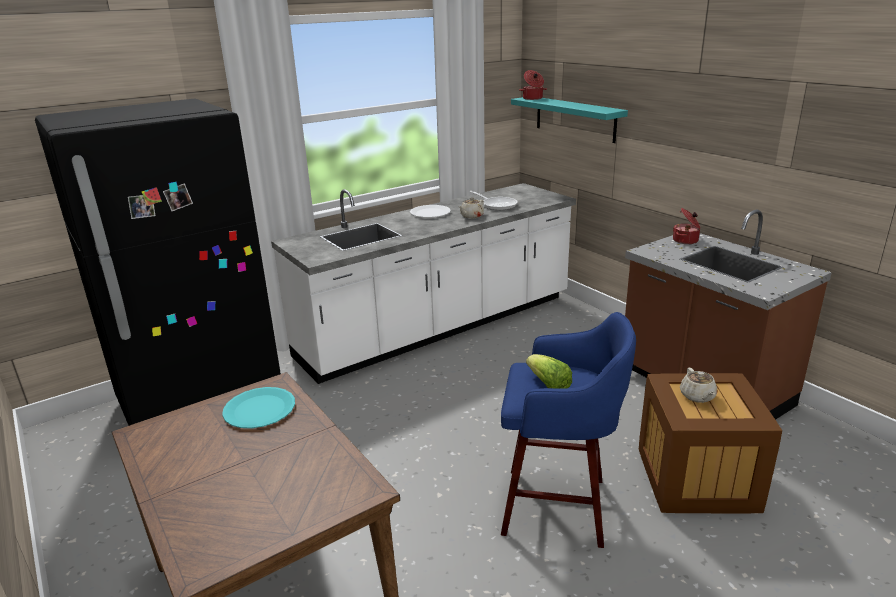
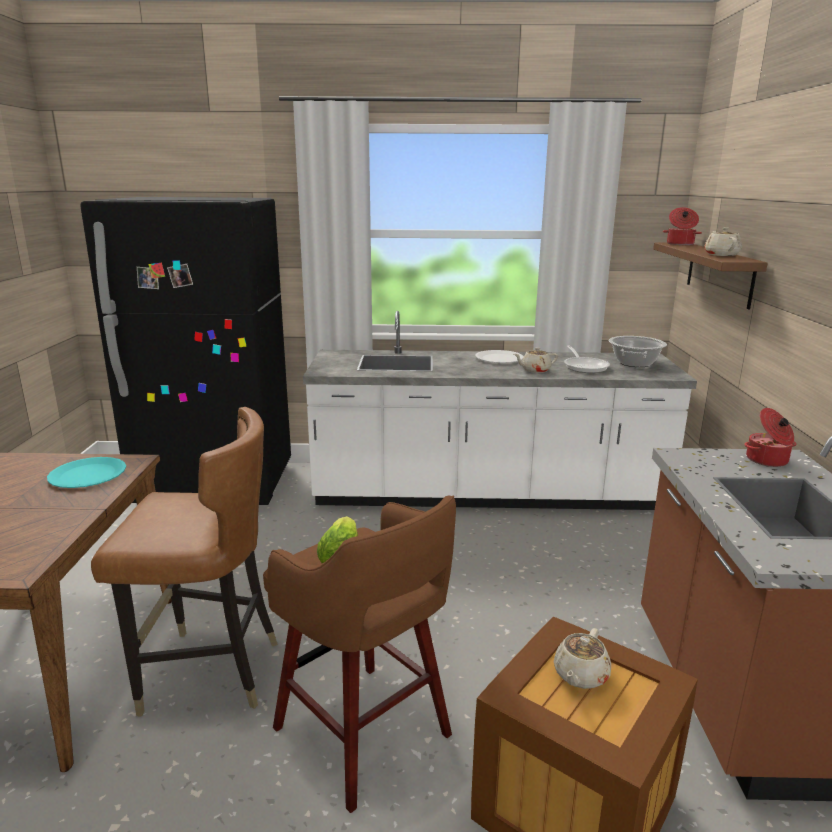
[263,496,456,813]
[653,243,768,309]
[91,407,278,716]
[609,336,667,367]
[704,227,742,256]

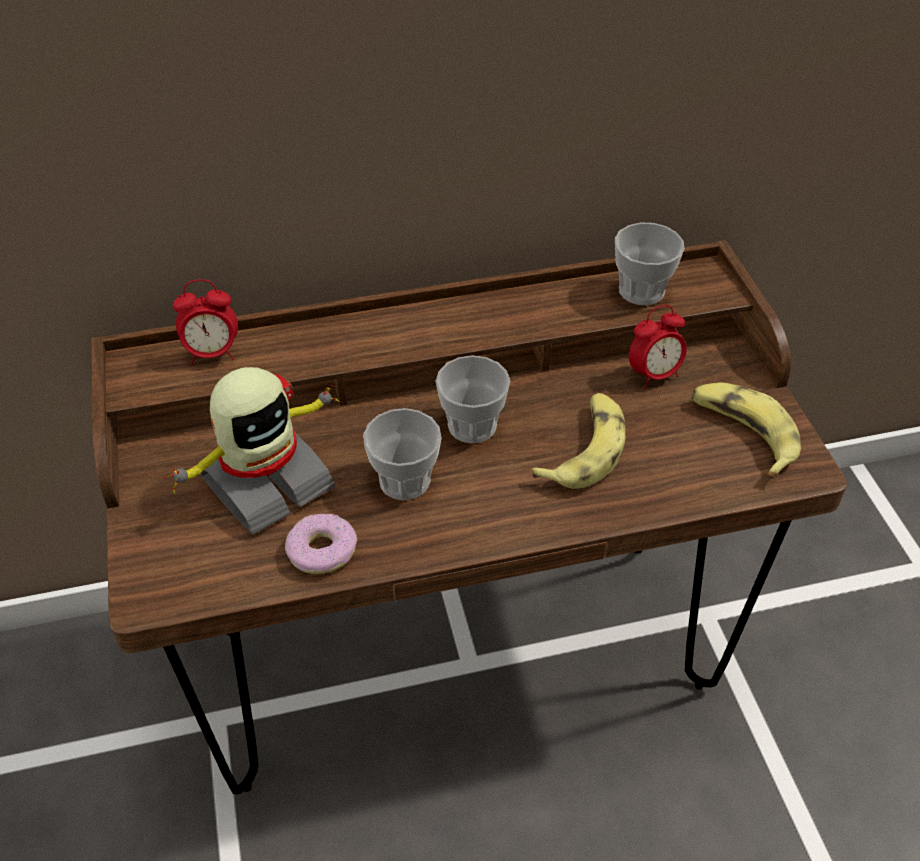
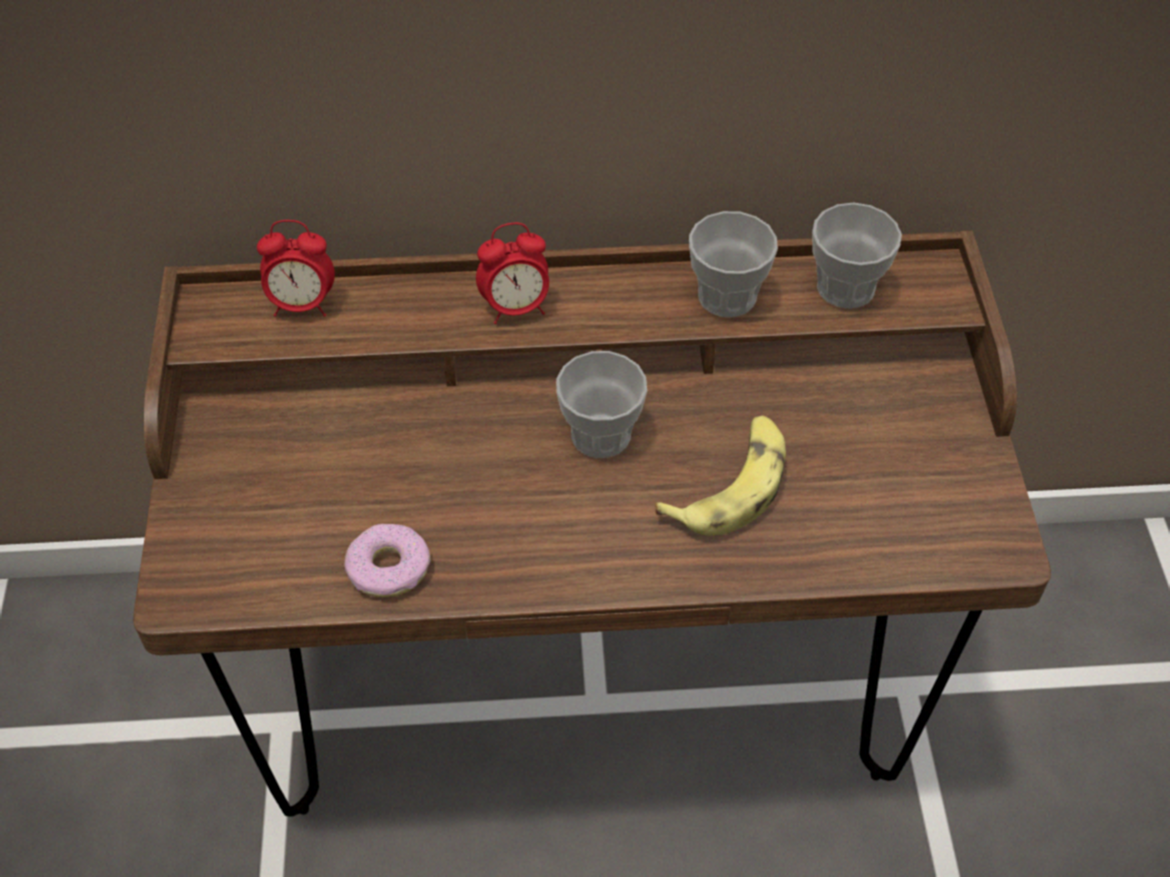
[164,367,340,535] (first image)
[689,211,778,317]
[476,223,549,324]
[691,382,801,478] (first image)

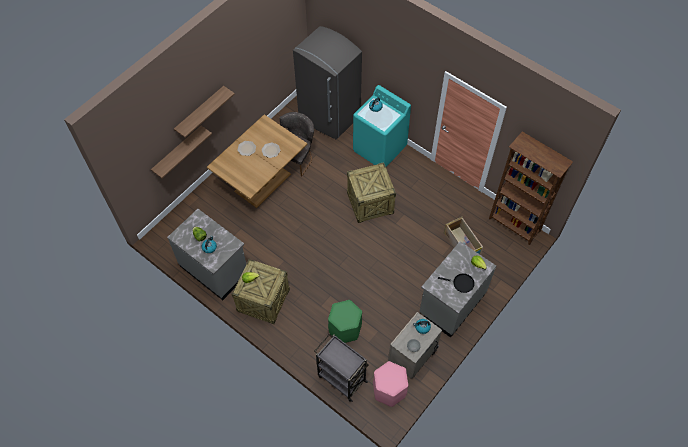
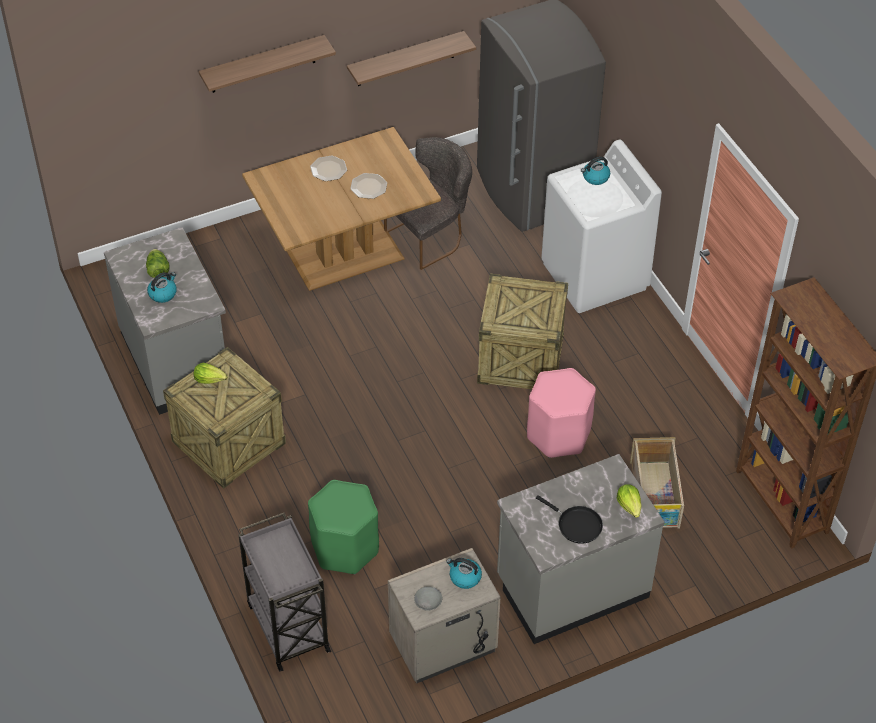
[347,31,476,86]
[541,140,662,313]
[527,368,596,458]

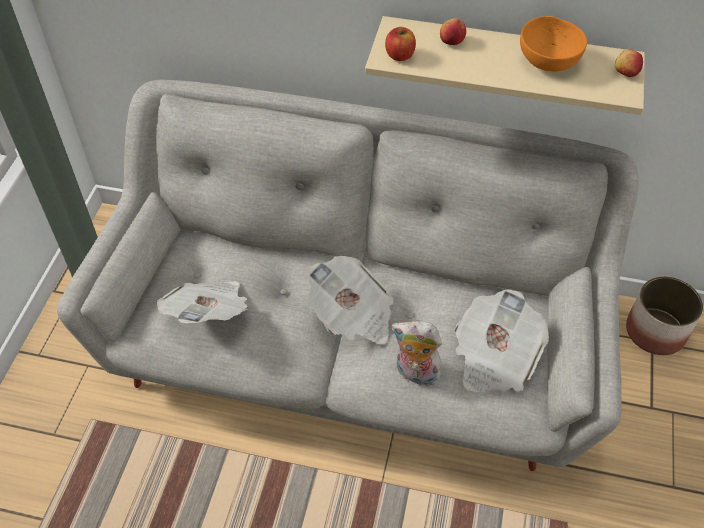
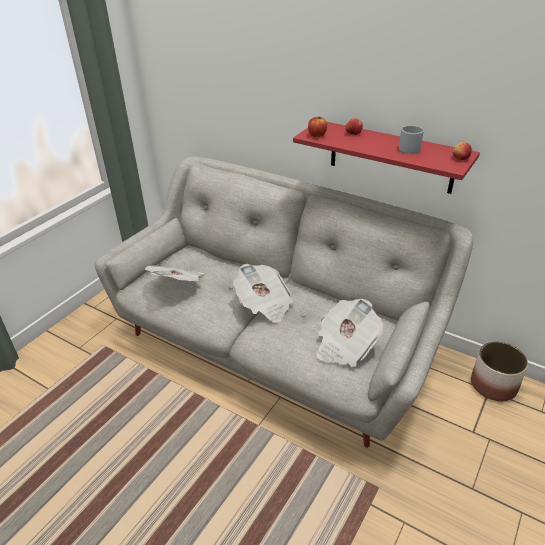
[293,122,480,194]
[392,320,444,386] (first image)
[399,125,424,154]

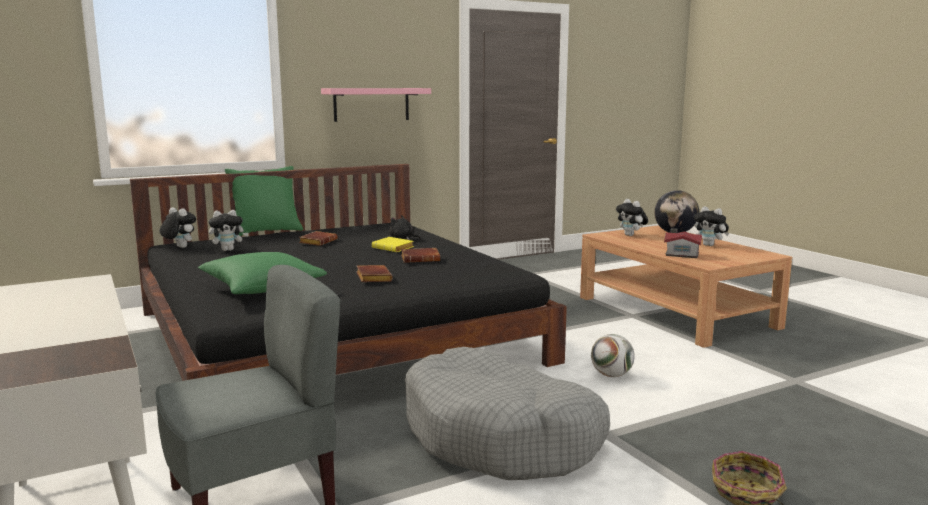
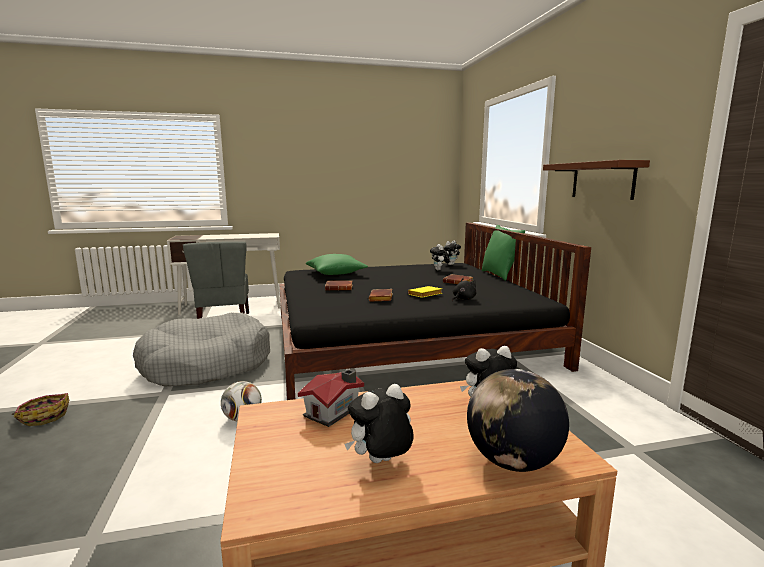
[543,160,650,200]

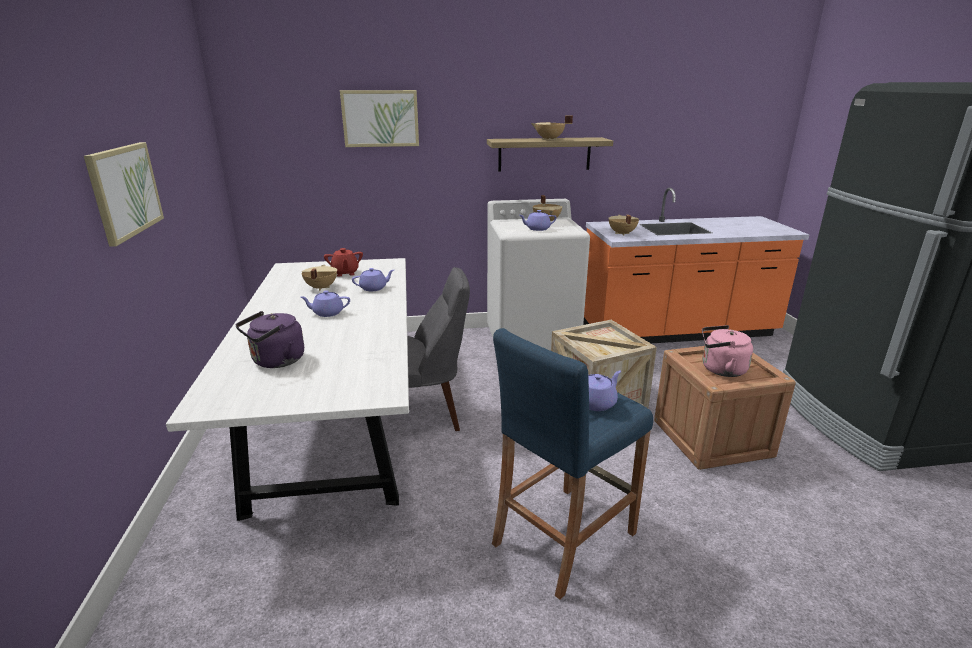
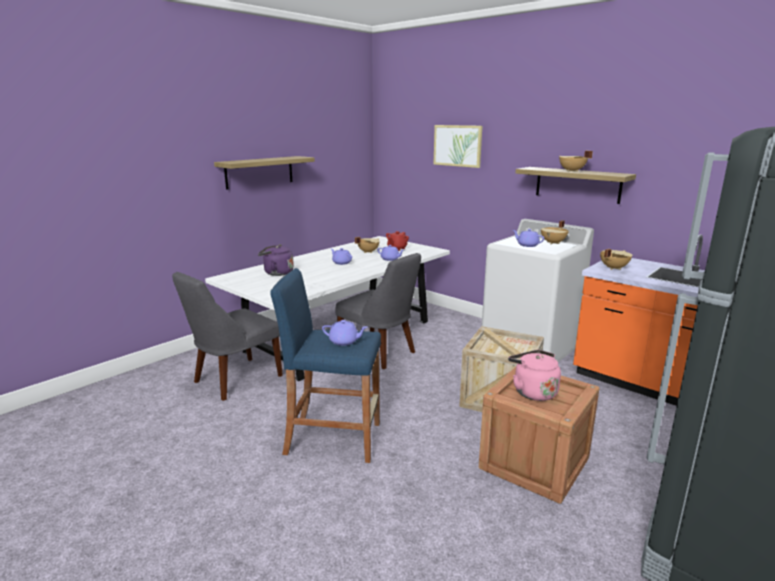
[214,156,315,190]
[172,272,283,401]

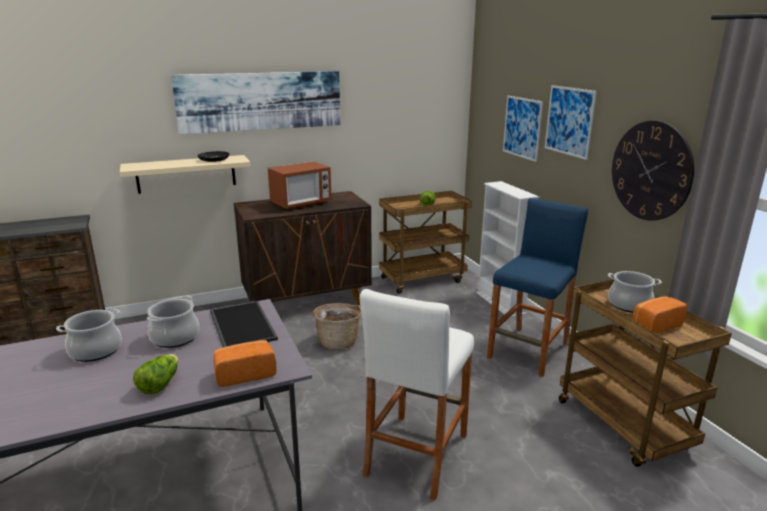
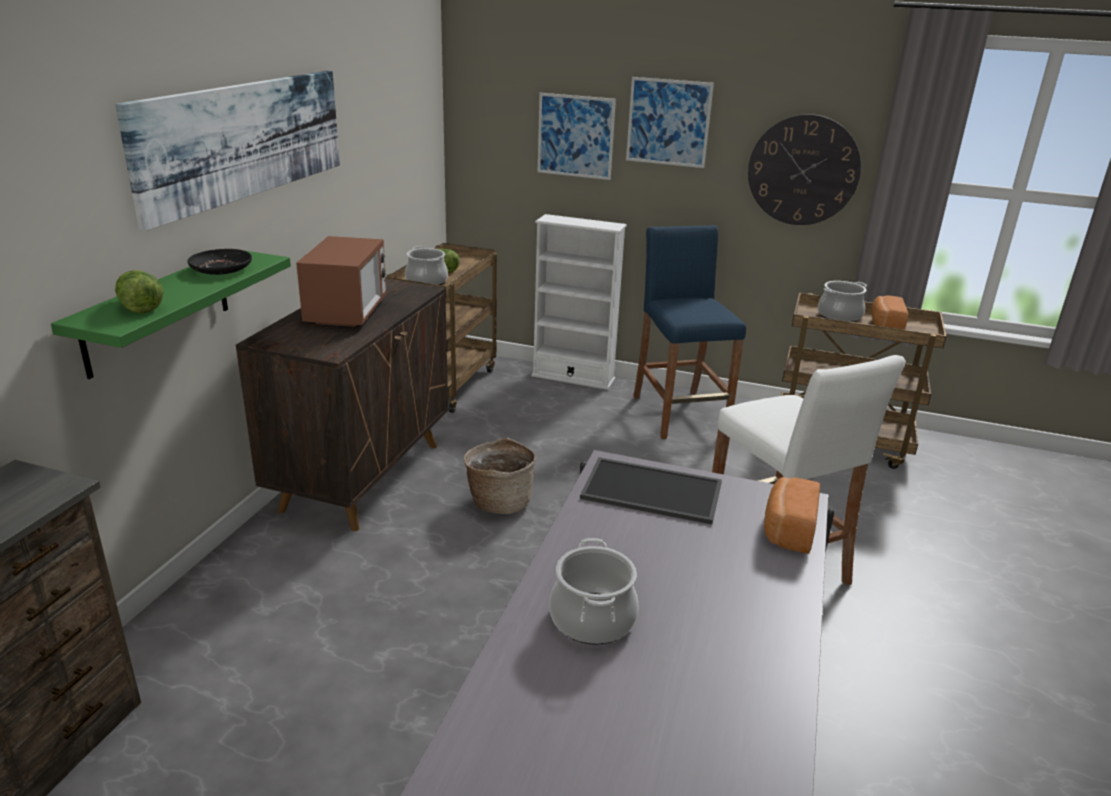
[51,251,291,379]
[115,270,163,314]
[405,246,448,285]

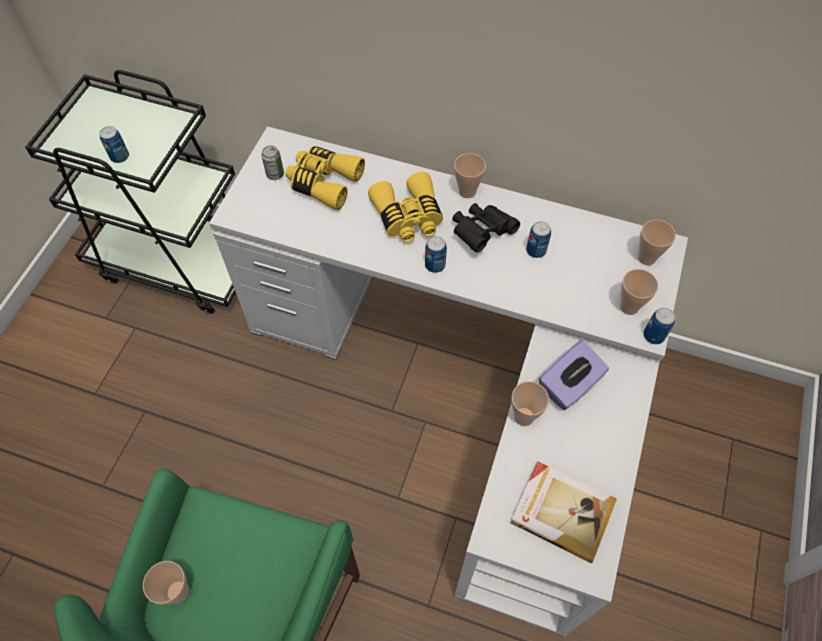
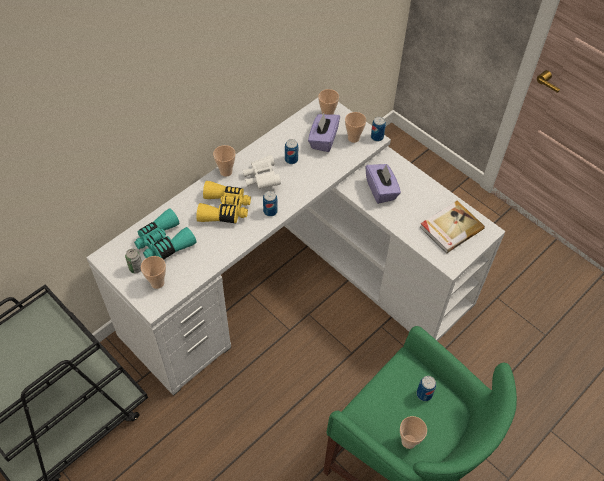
[417,376,436,401]
[134,208,197,260]
[243,155,281,189]
[141,256,166,289]
[308,113,340,152]

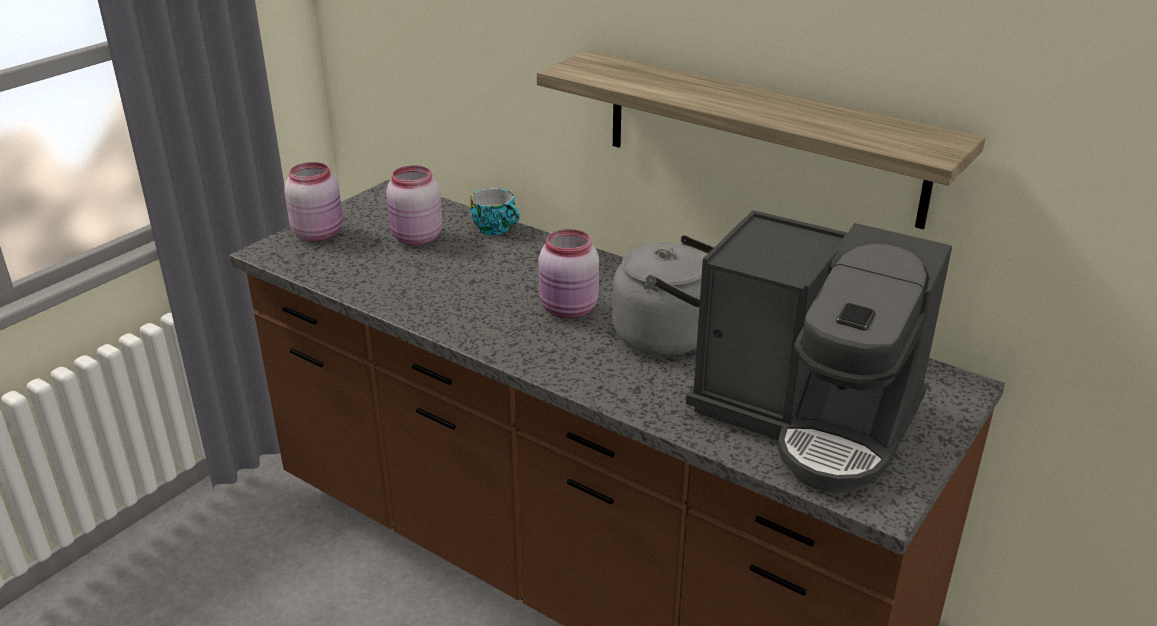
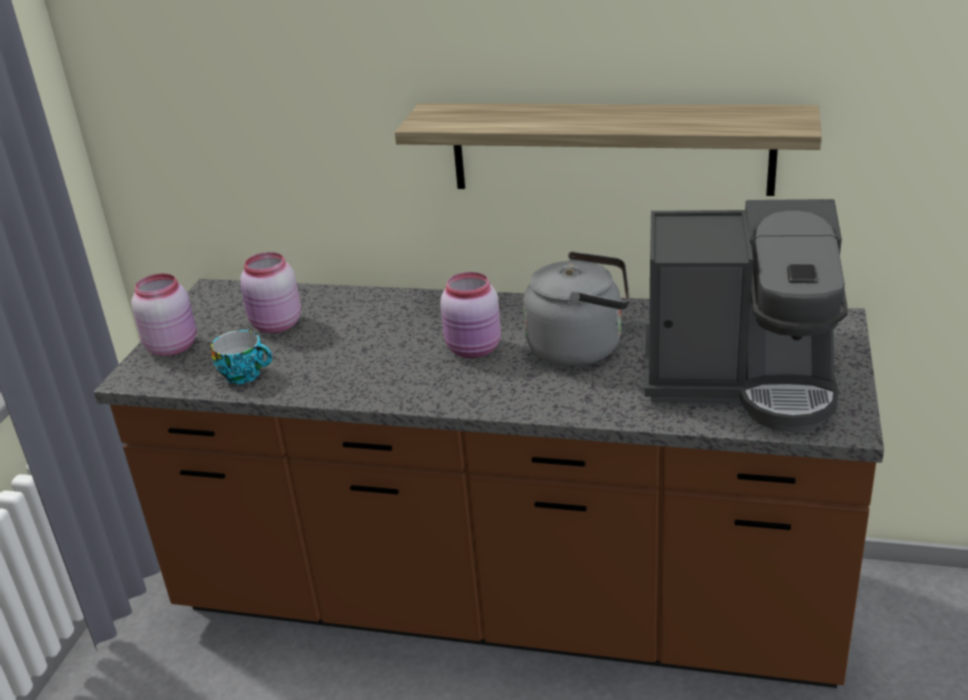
[211,330,272,384]

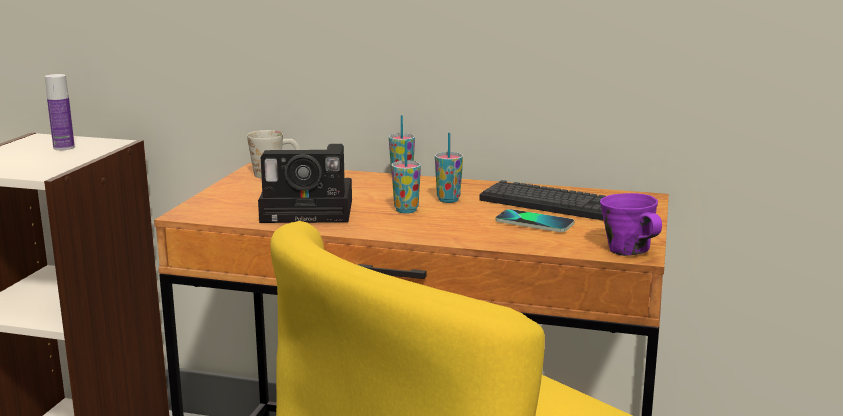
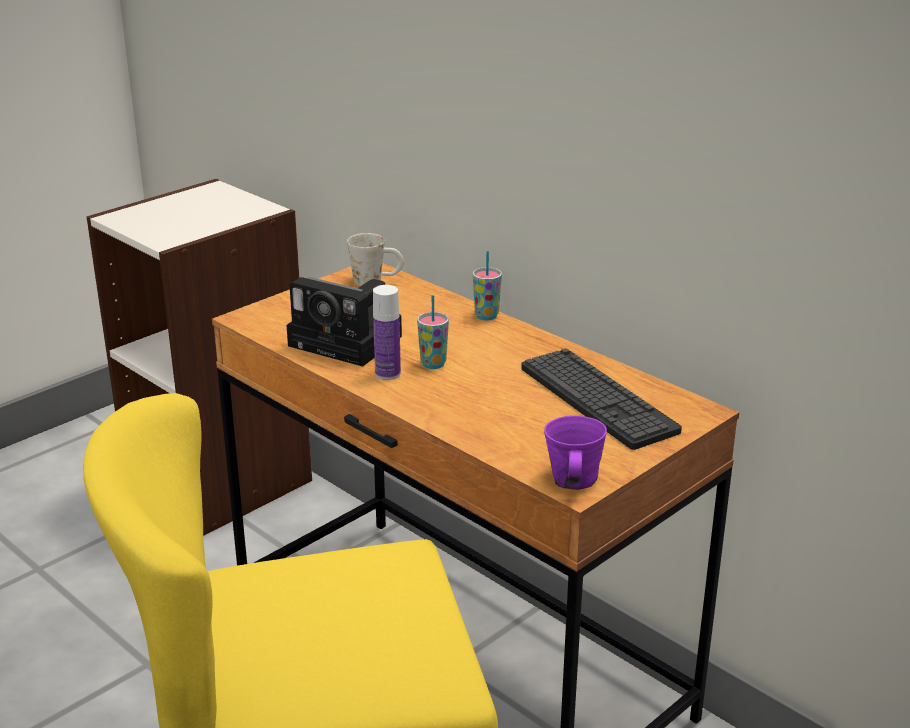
[373,285,401,380]
[435,133,463,203] (first image)
[496,209,574,232] (first image)

